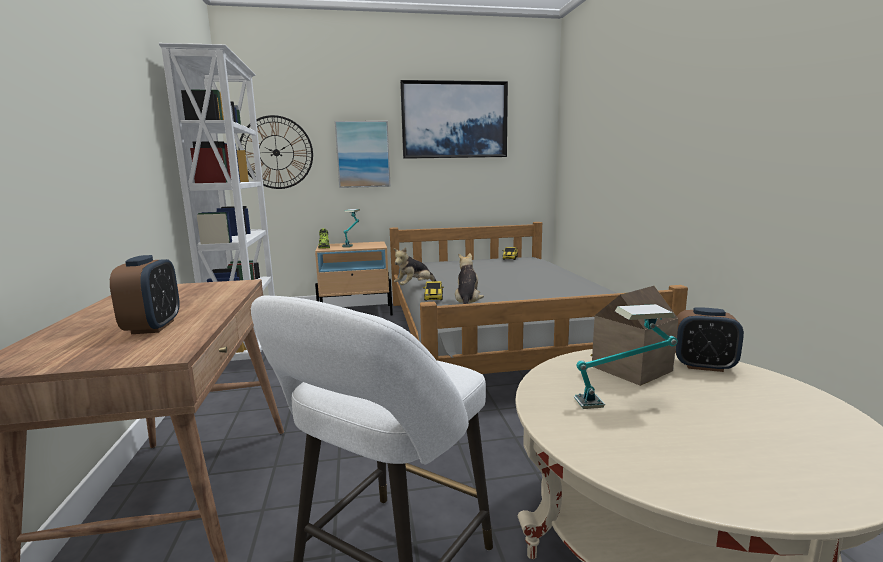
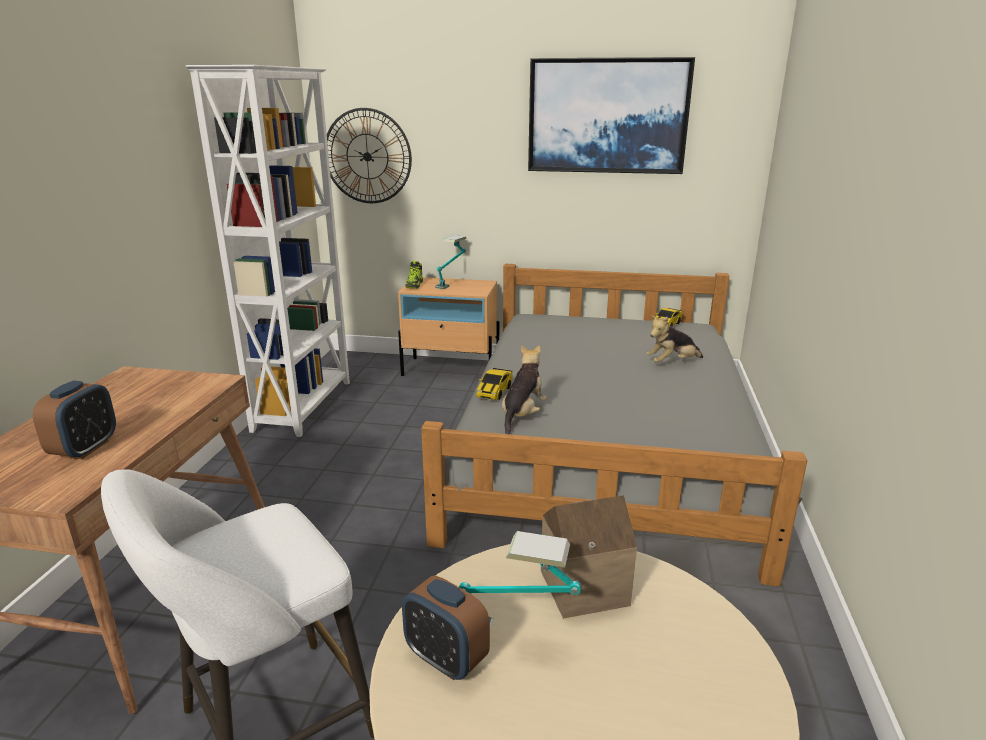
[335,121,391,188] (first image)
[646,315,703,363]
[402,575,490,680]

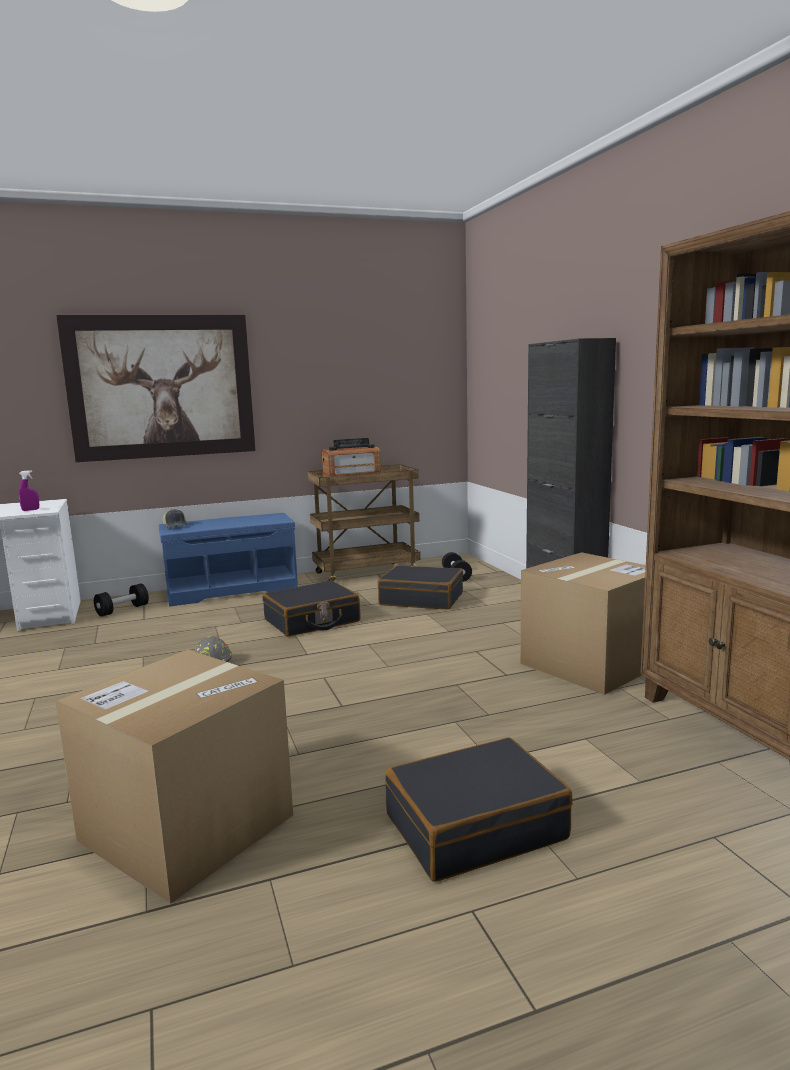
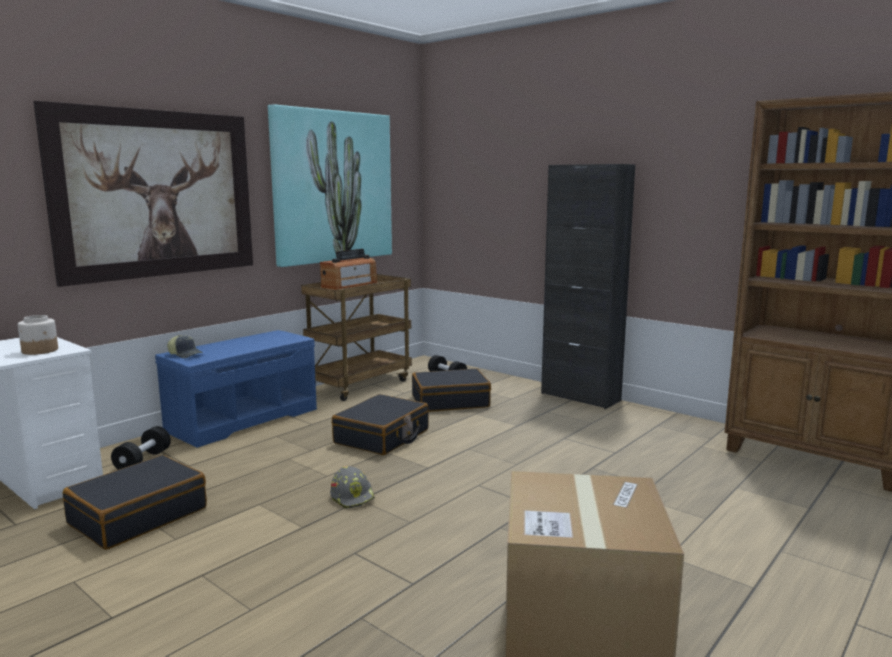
[18,315,58,355]
[62,455,207,550]
[520,552,646,695] (first image)
[268,104,392,267]

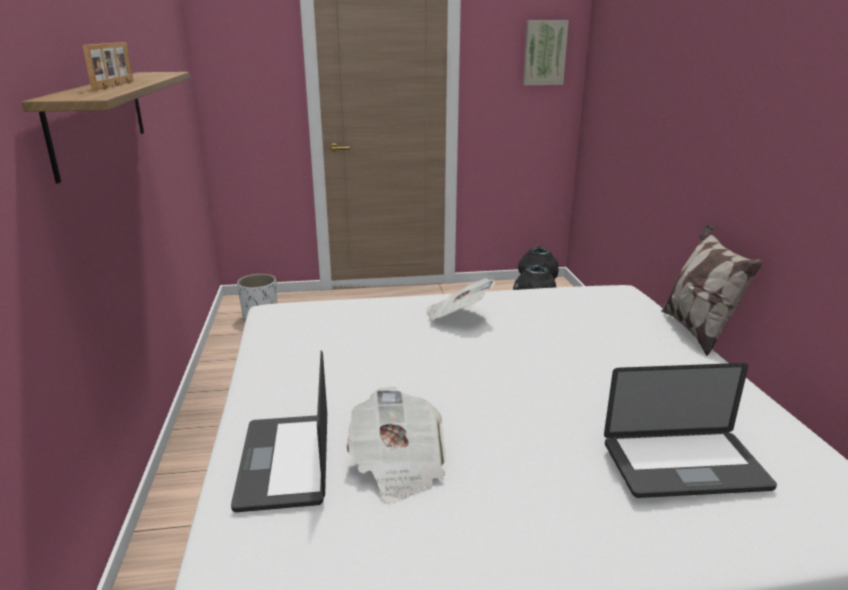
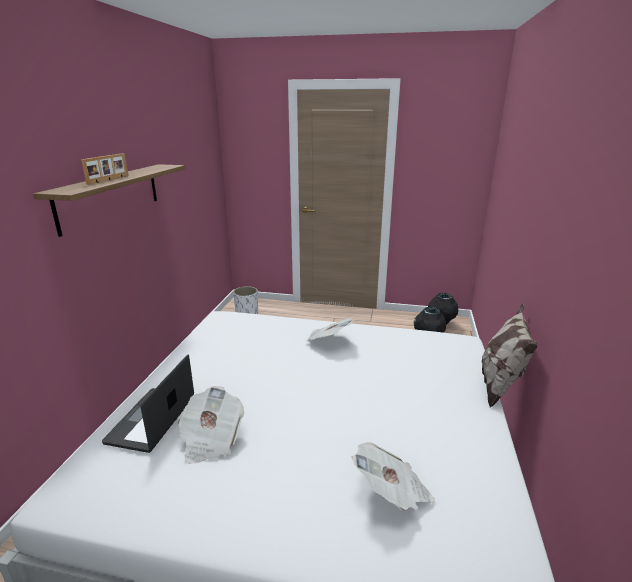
[523,20,569,85] (first image)
[352,442,435,511]

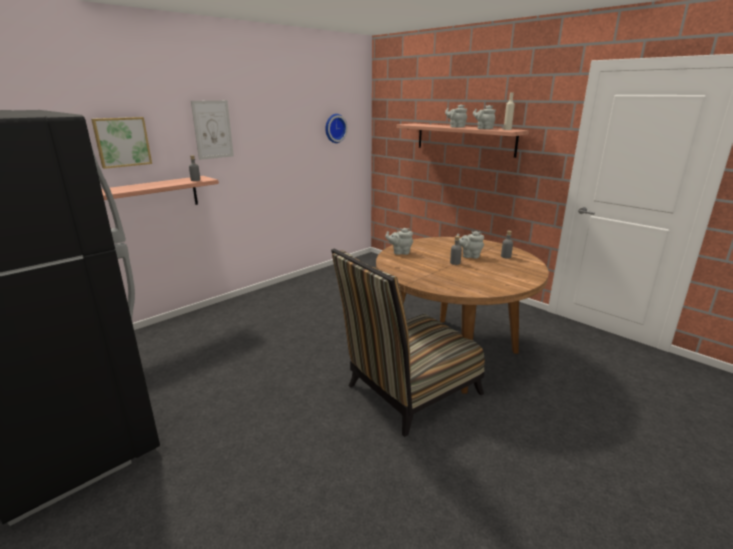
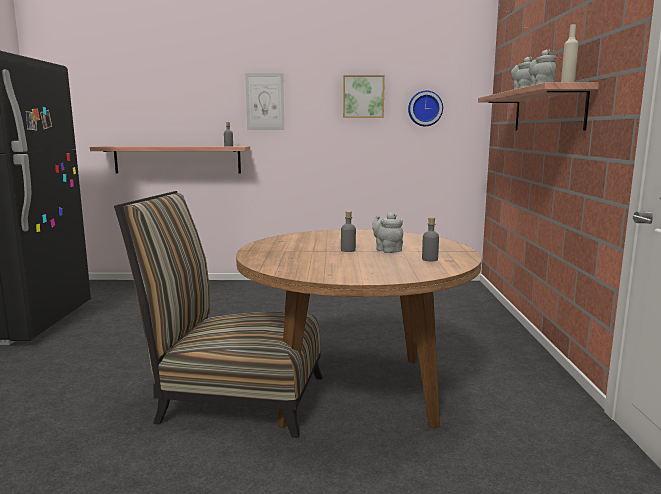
[343,75,385,118]
[385,228,413,255] (first image)

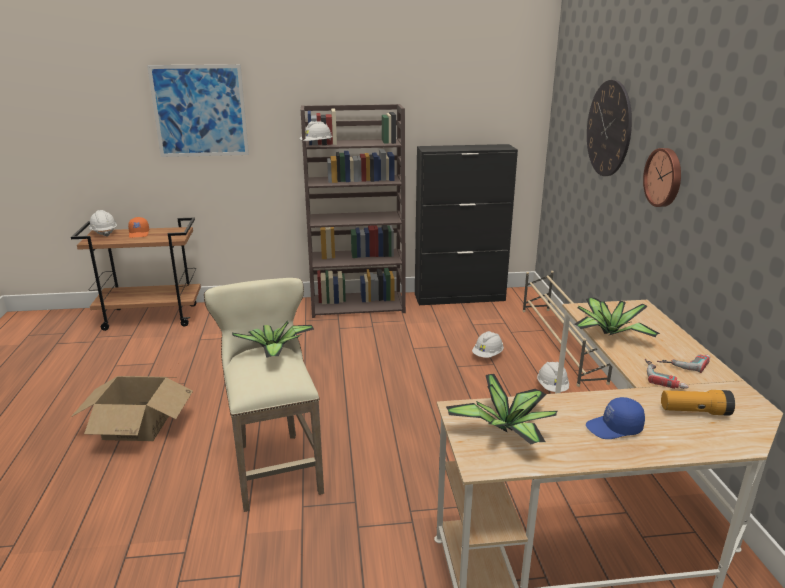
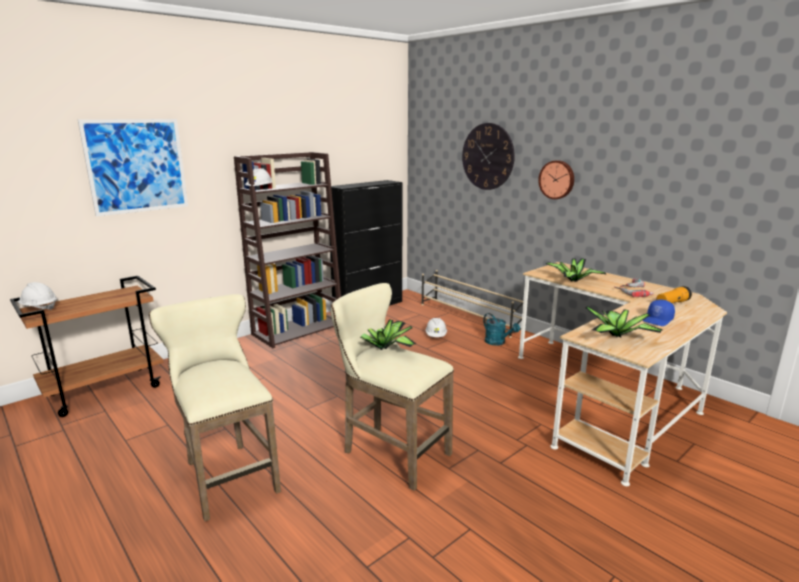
[149,294,281,521]
[128,217,149,238] (first image)
[483,313,520,346]

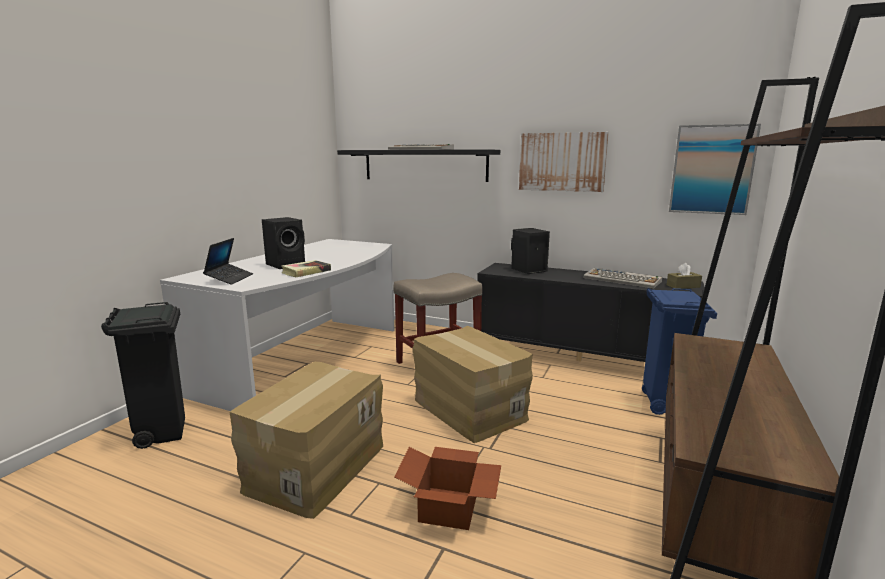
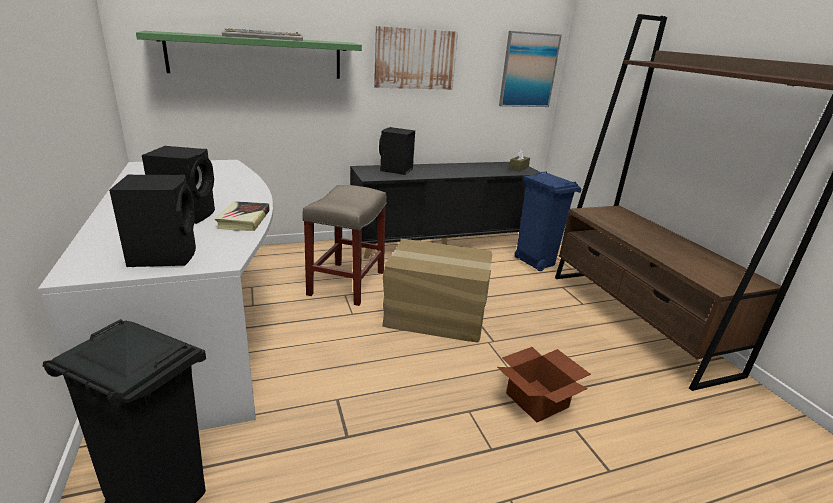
[109,175,196,267]
[230,362,383,519] (first image)
[136,31,362,79]
[584,268,663,288] (first image)

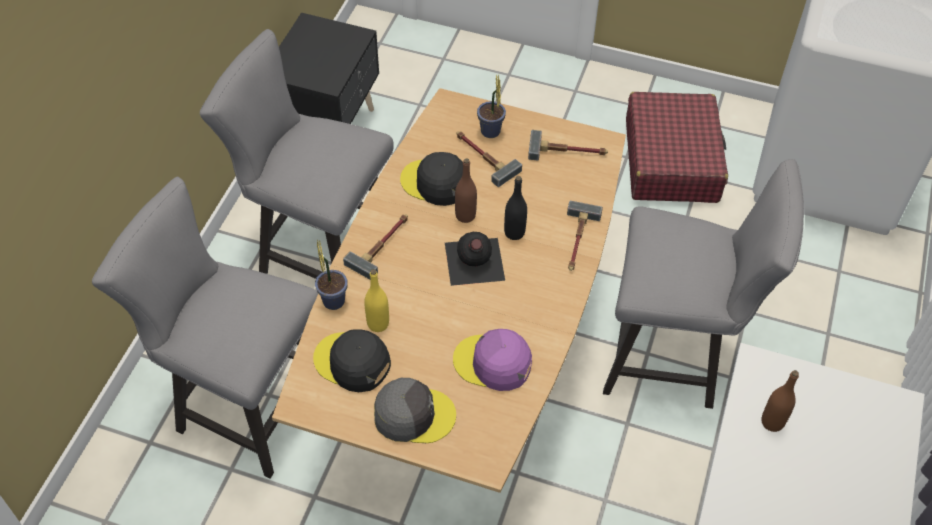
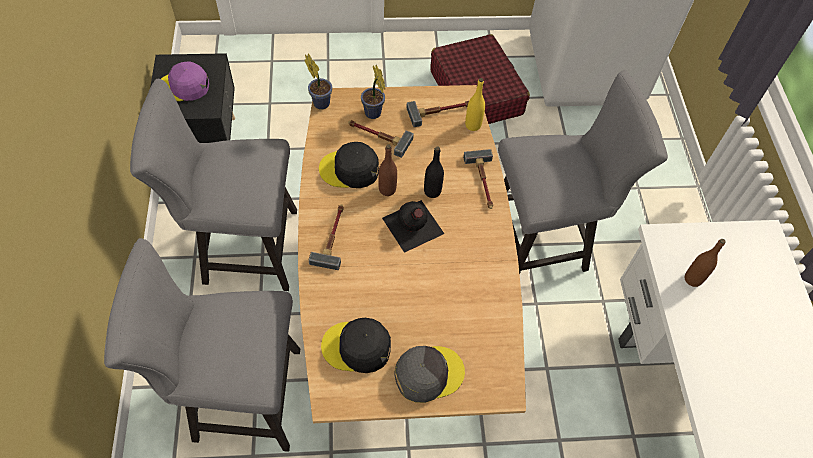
[304,54,332,110]
[465,78,485,131]
[161,62,209,101]

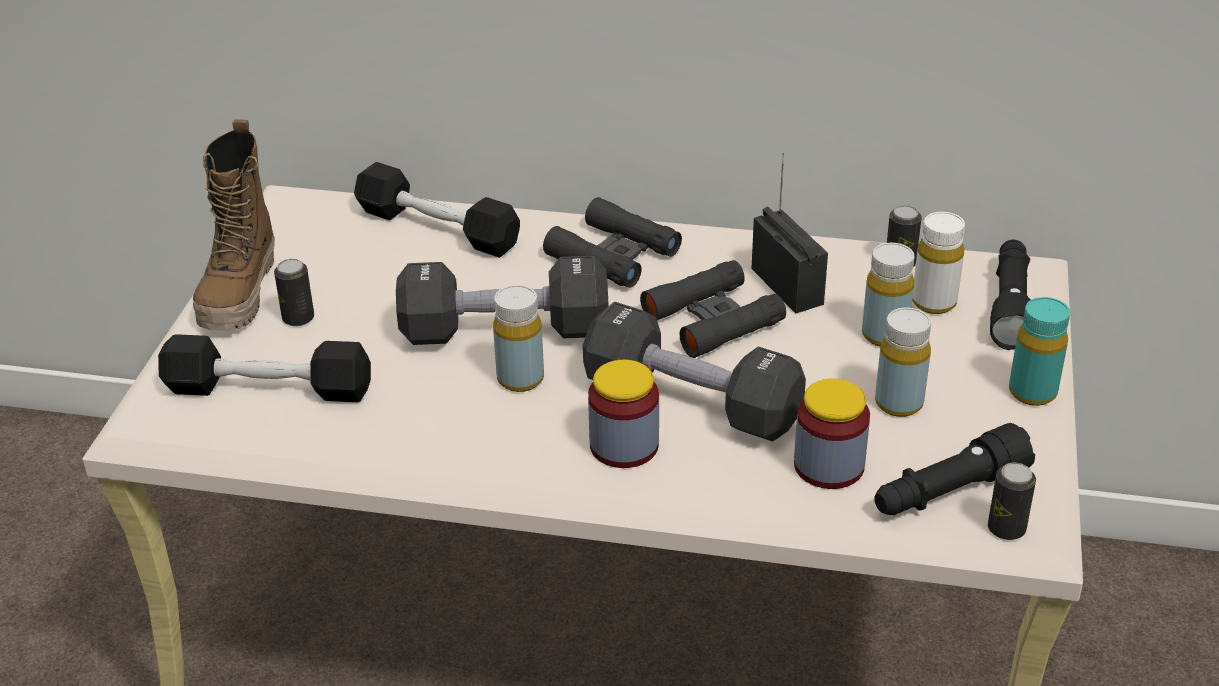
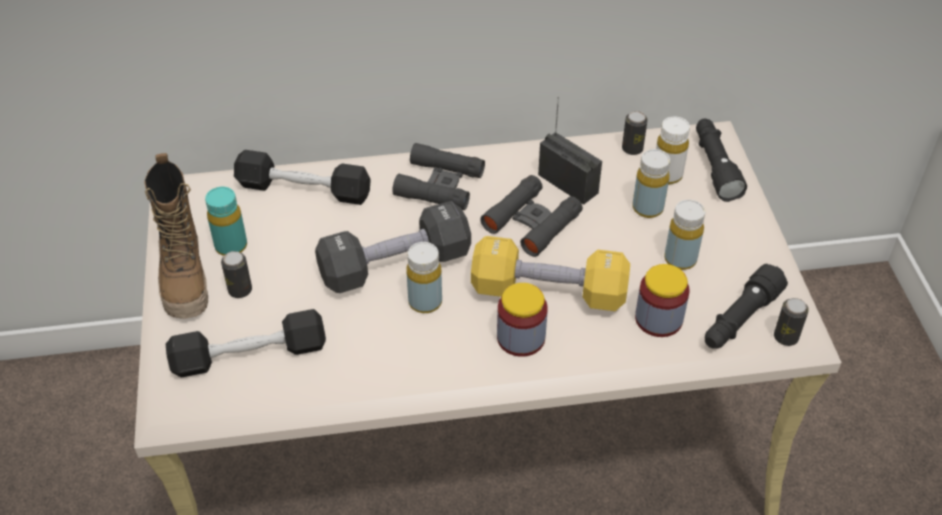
[471,236,630,311]
[205,187,247,256]

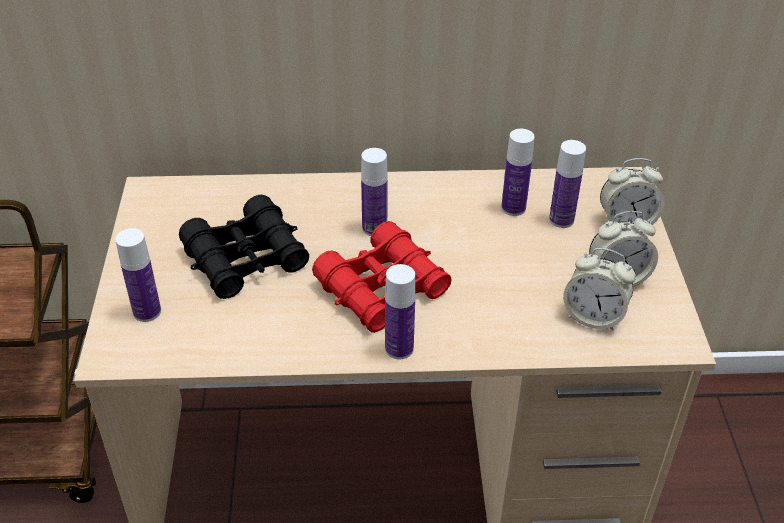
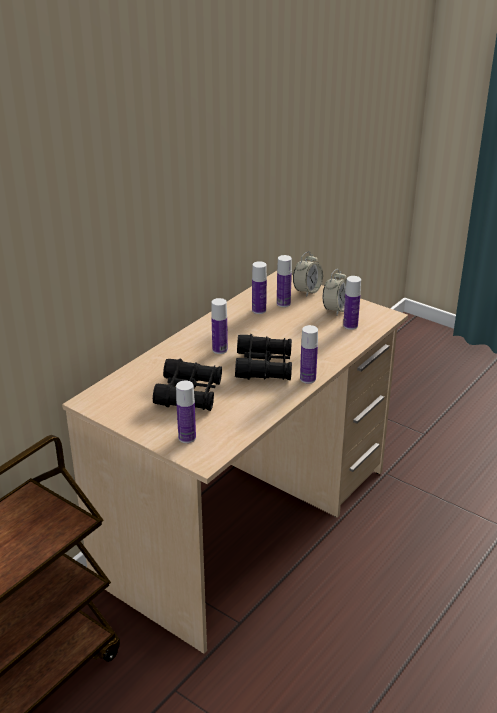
[235,334,292,380]
[343,276,361,330]

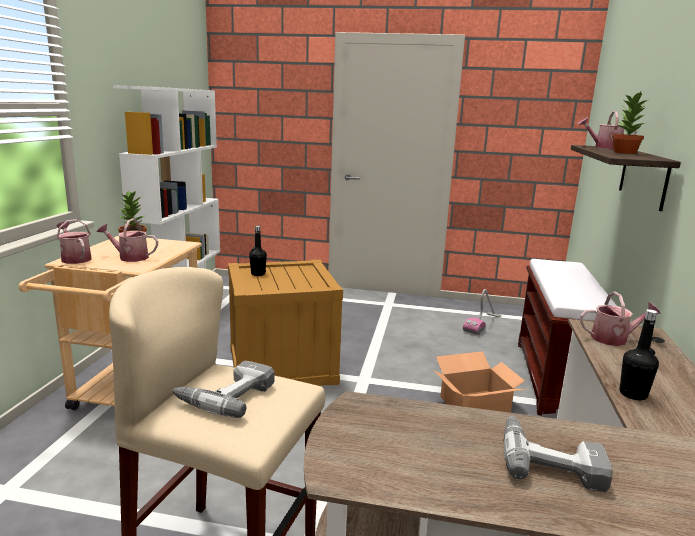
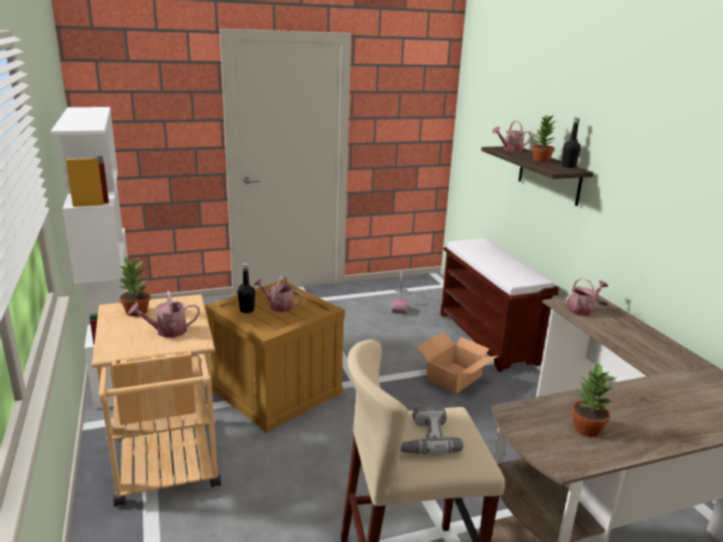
[253,275,302,312]
[503,416,612,492] (first image)
[562,118,581,168]
[571,363,615,437]

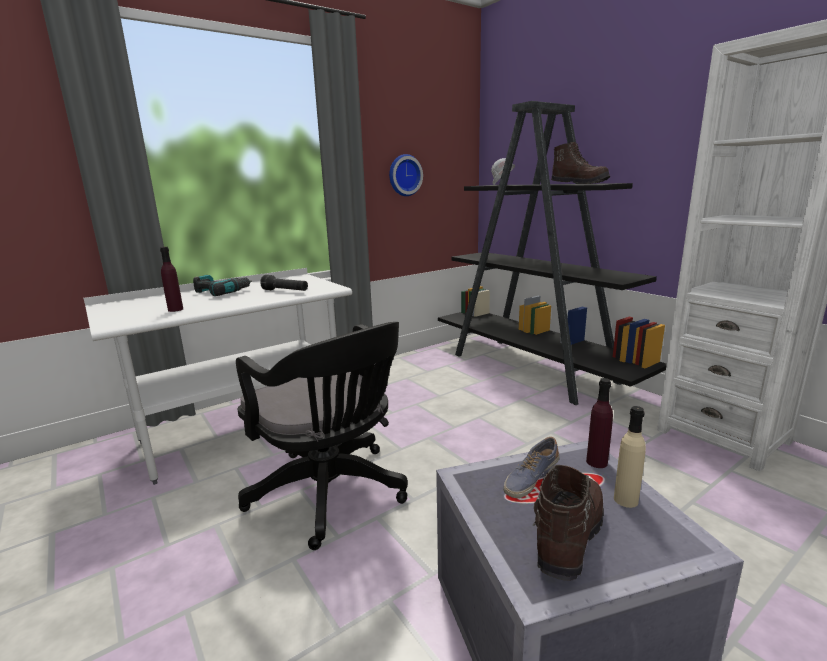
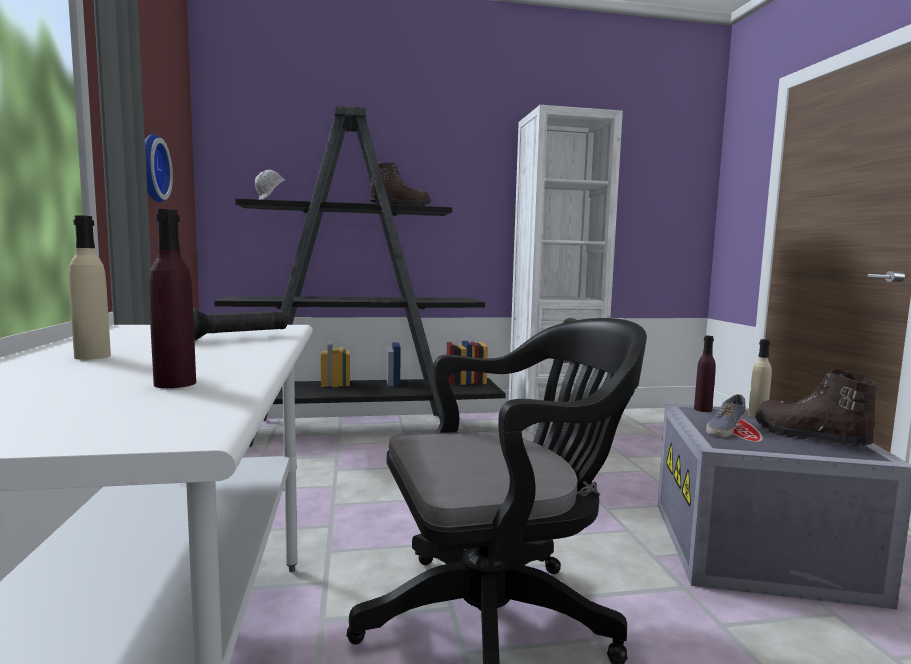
[69,215,111,360]
[706,394,746,437]

